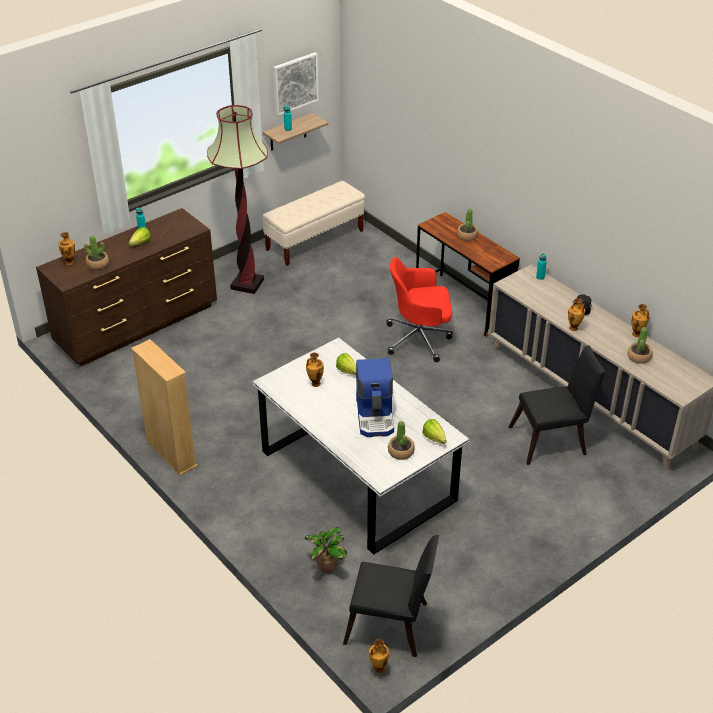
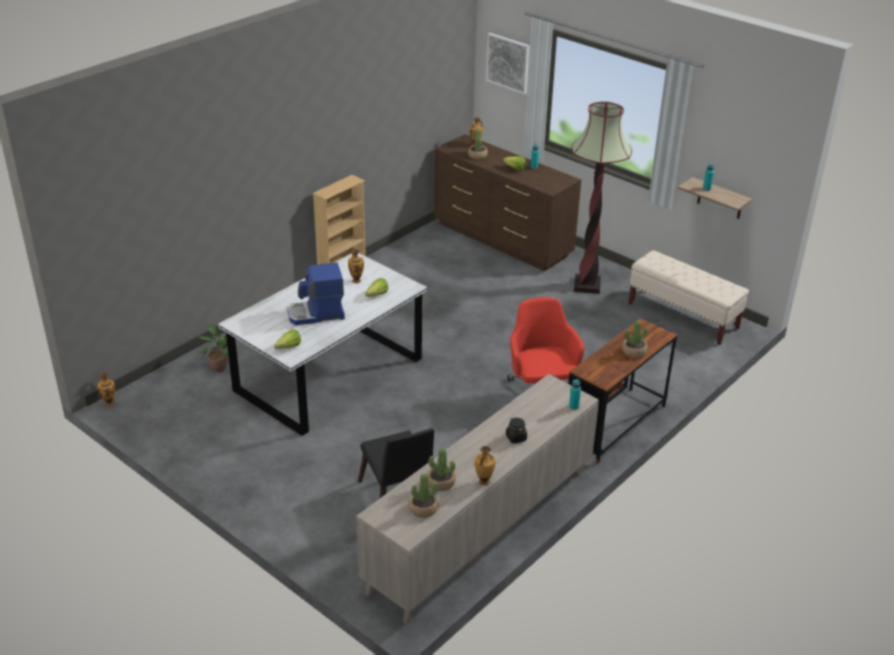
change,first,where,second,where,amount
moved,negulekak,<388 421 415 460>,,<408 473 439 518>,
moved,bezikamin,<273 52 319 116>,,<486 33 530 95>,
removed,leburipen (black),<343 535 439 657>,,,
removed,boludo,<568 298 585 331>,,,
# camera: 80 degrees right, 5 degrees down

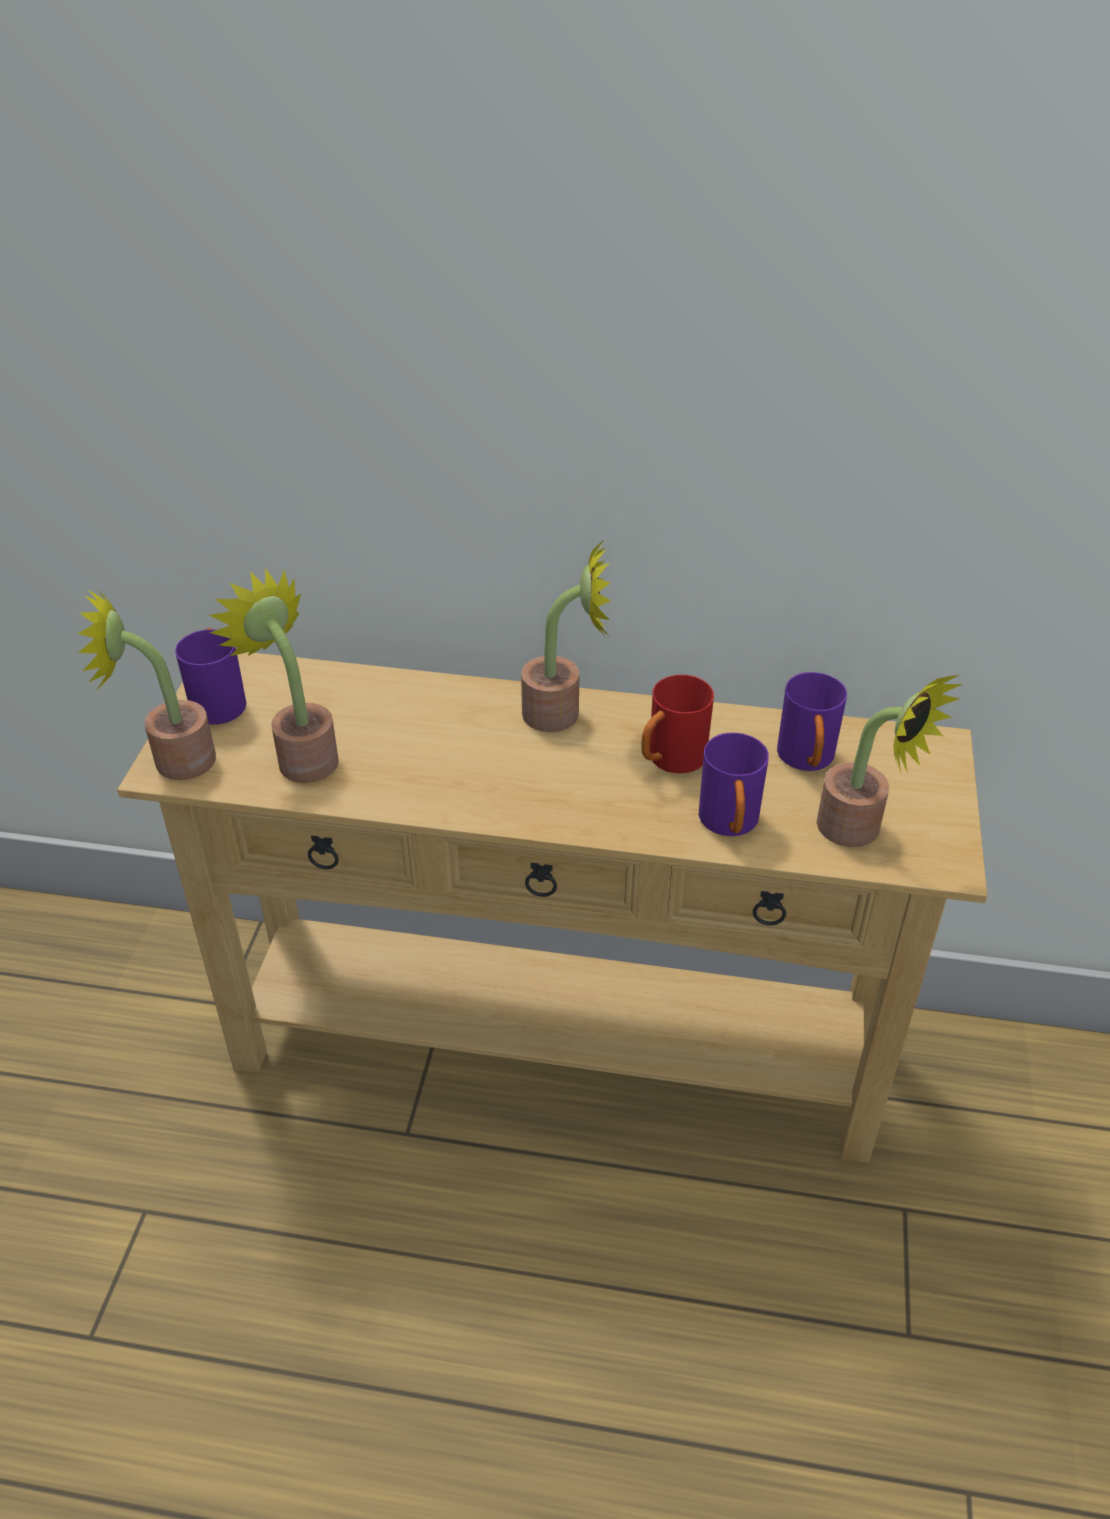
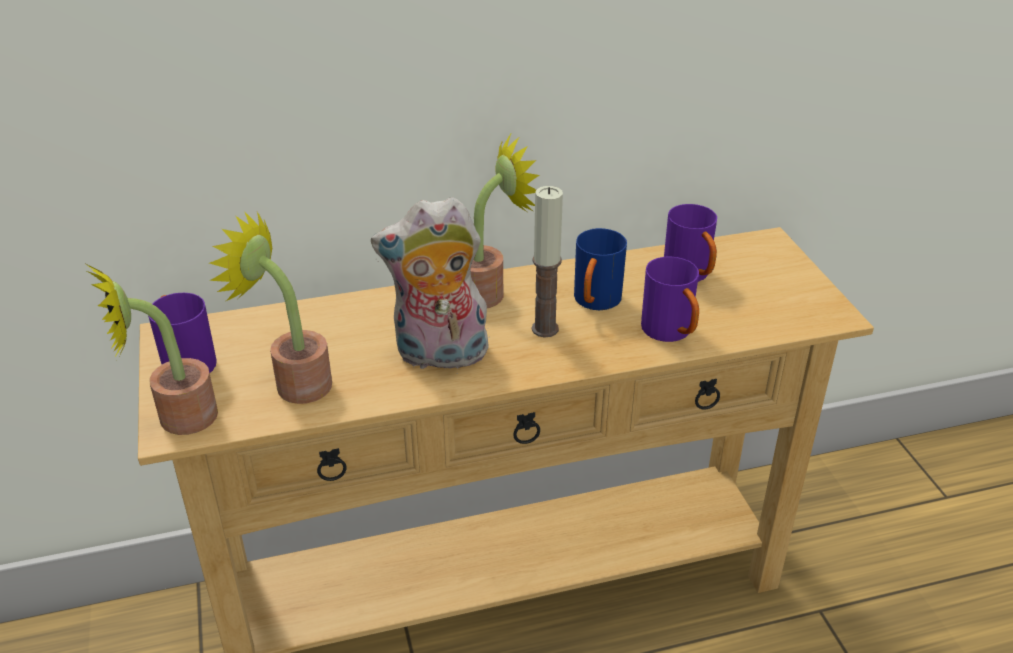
change,first,where,second,where,amount
added,,,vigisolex,<371 197 489 369>,
added,,,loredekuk,<532 186 563 338>,
recoloured,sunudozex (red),<641 675 714 773>,sunudozex (blue),<574 228 627 310>,
removed,negulekak,<817 675 963 847>,,,
# camera: 25 degrees left, 5 degrees down

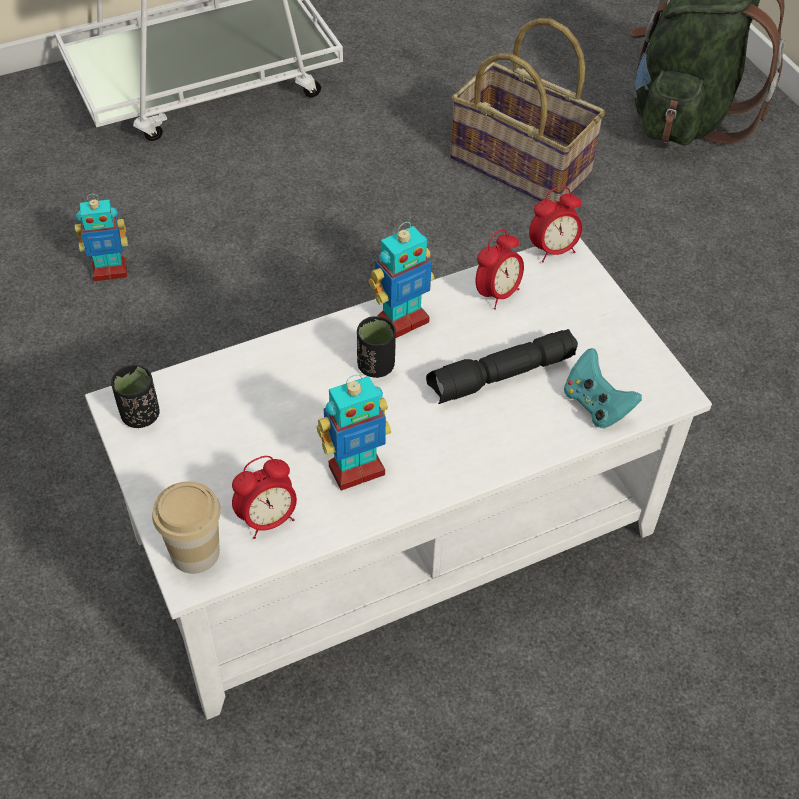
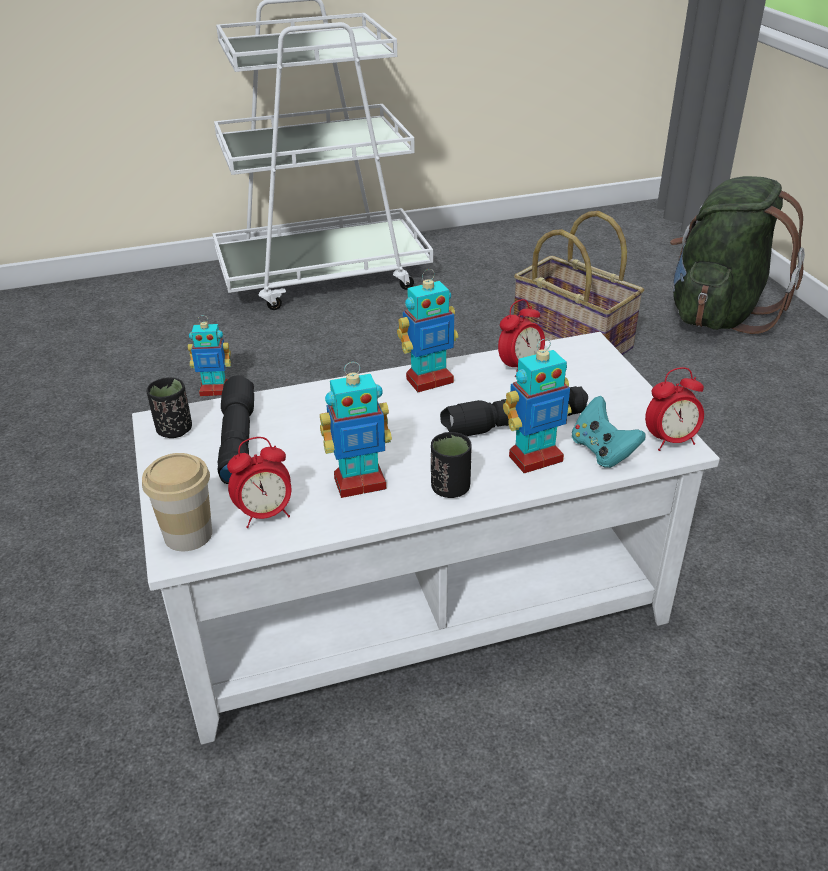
change,first,where,second,where,amount
added,,,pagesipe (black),<218 375 254 484>,
moved,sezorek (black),<357 316 396 378>,,<431 432 472 498>,
added,,,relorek,<503 339 572 473>,
moved,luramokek,<529 186 582 262>,,<645 367 704 451>,
# camera: 10 degrees right, 15 degrees down

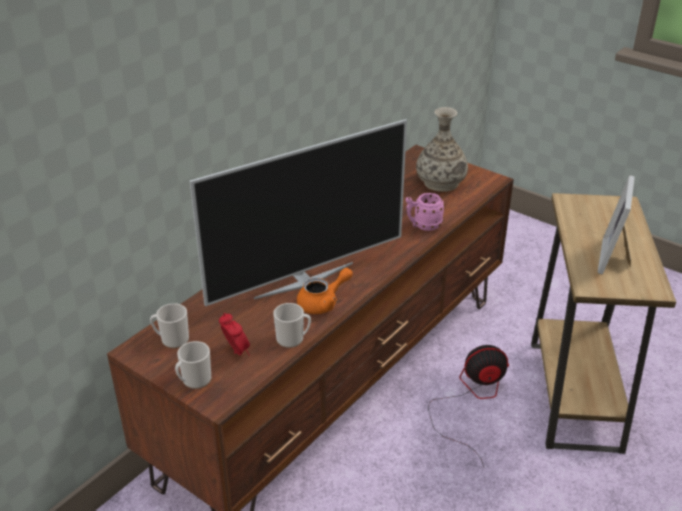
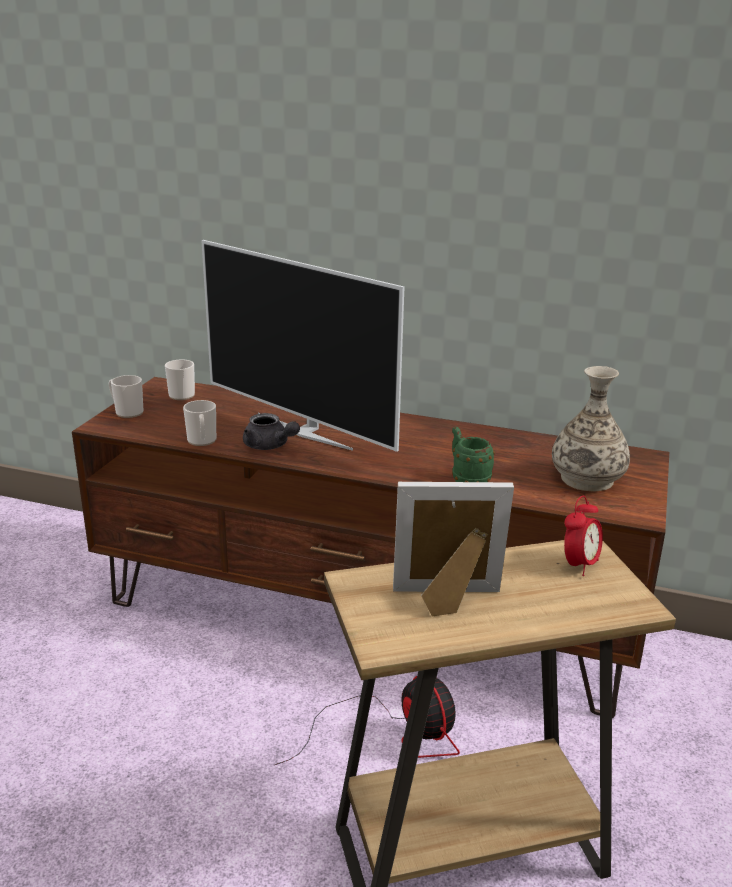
change,first,where,second,where,amount
recoloured,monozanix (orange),<297 268 353 314>,monozanix (grey),<243 413 300 450>,
recoloured,sunudozex (pink),<406 193 445 231>,sunudozex (green),<452 427 495 482>,
moved,luramokek,<219 313 250 356>,,<564 496 603 576>,
# camera: 70 degrees right, 10 degrees down

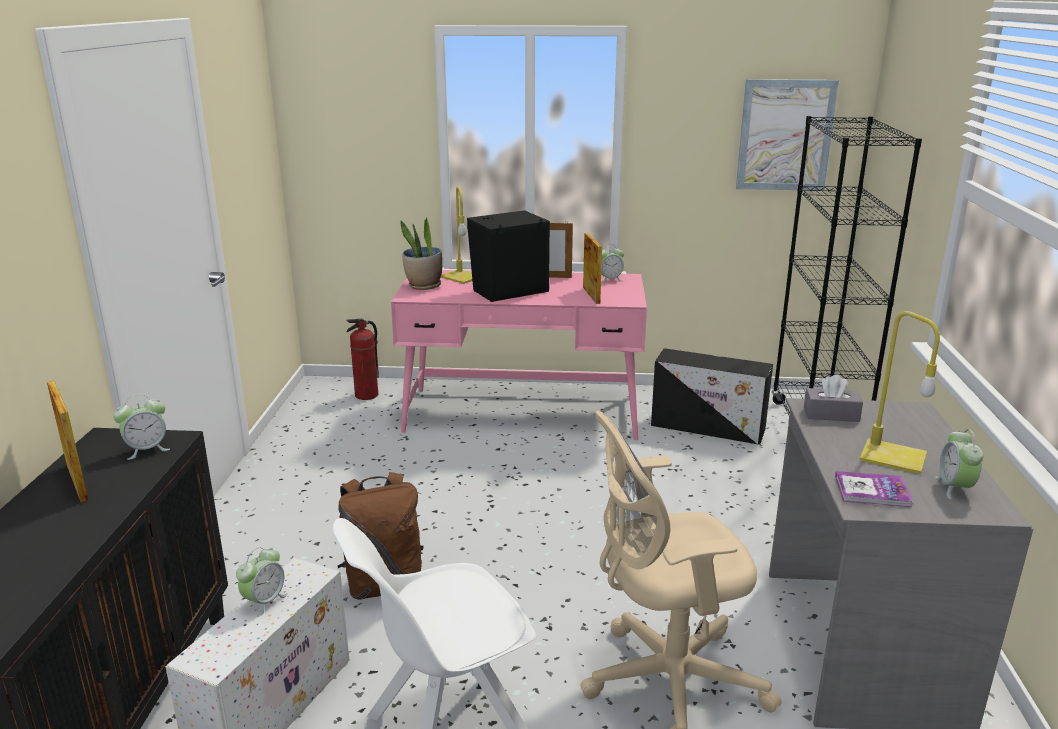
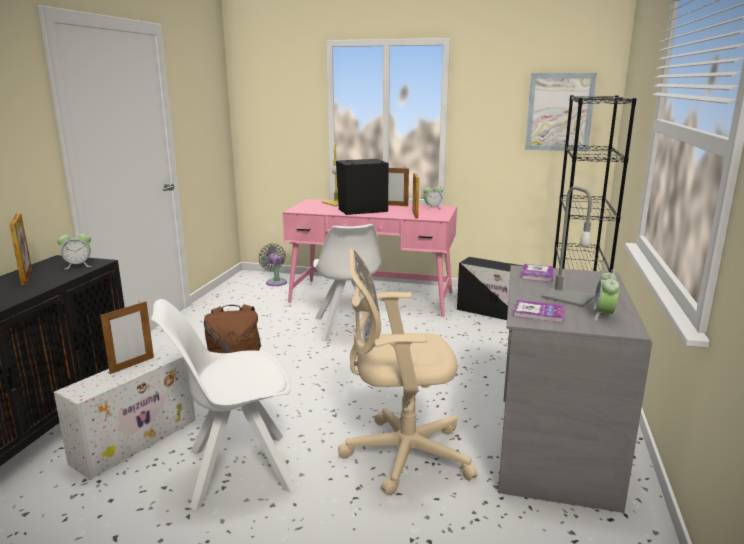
change,first,where,second,where,amount
replaced,luramokek,<236 547 288 617>,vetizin,<100 301 154 374>,
replaced,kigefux,<346 319 379 400>,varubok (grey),<259 244 287 286>,
added,,,leburipen (white),<313 224 383 342>,
replaced,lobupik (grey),<804 374 863 422>,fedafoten,<521 264 554 282>,
recoloured,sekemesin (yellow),<860 311 940 475>,sekemesin (grey),<541 186 595 307>,
removed,negulekak,<400 218 442 290>,,,
# camera: 10 degrees right, 5 degrees down

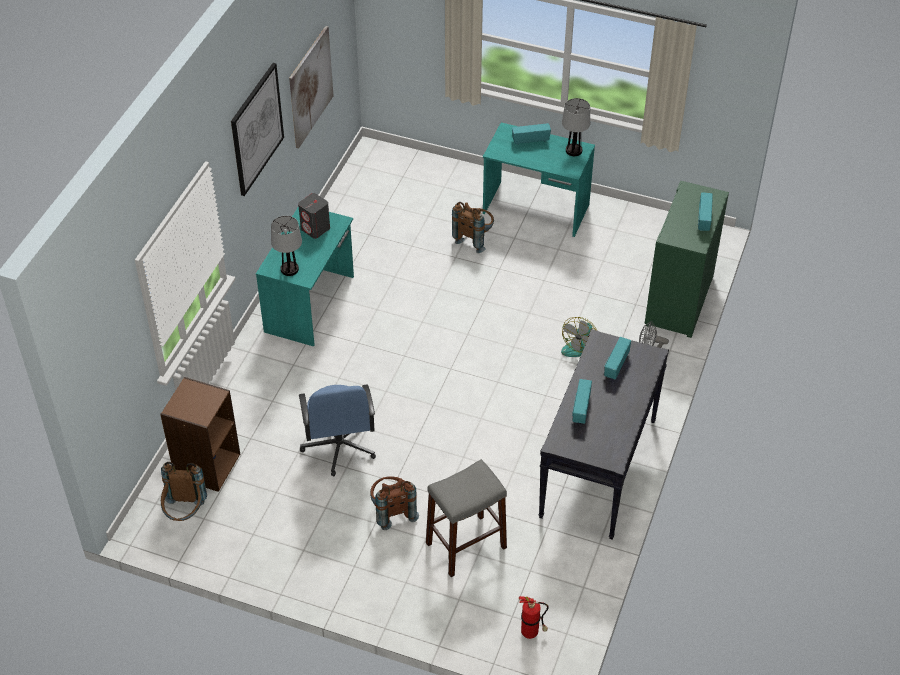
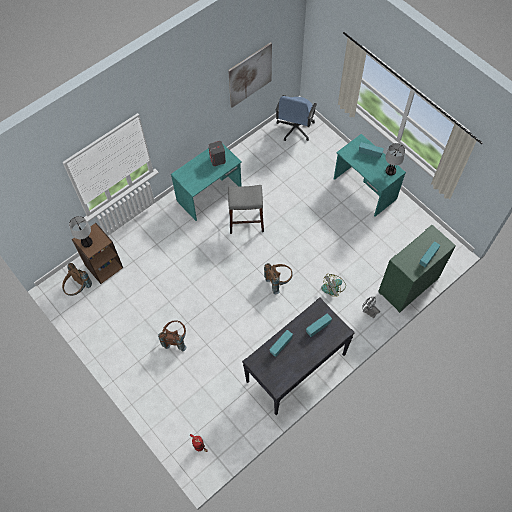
change,first,where,second,where,amount
moved,sekemesin,<271 216 302 276>,,<69 216 93 247>,
moved,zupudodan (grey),<426 459 507 577>,,<228 185 264 234>,
moved,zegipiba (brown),<452 202 494 253>,,<264 263 293 294>,
moved,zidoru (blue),<299 385 376 476>,,<276 95 317 141>,
removed,bezikamin,<231 63 284 196>,,,
# camera: 30 degrees right, 15 degrees up

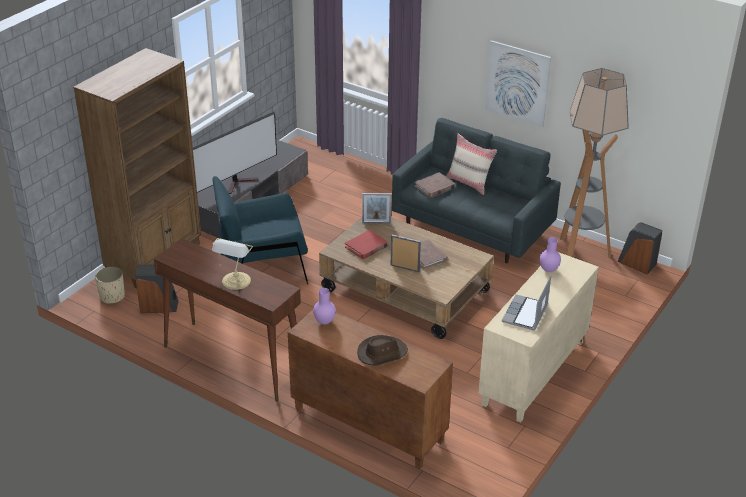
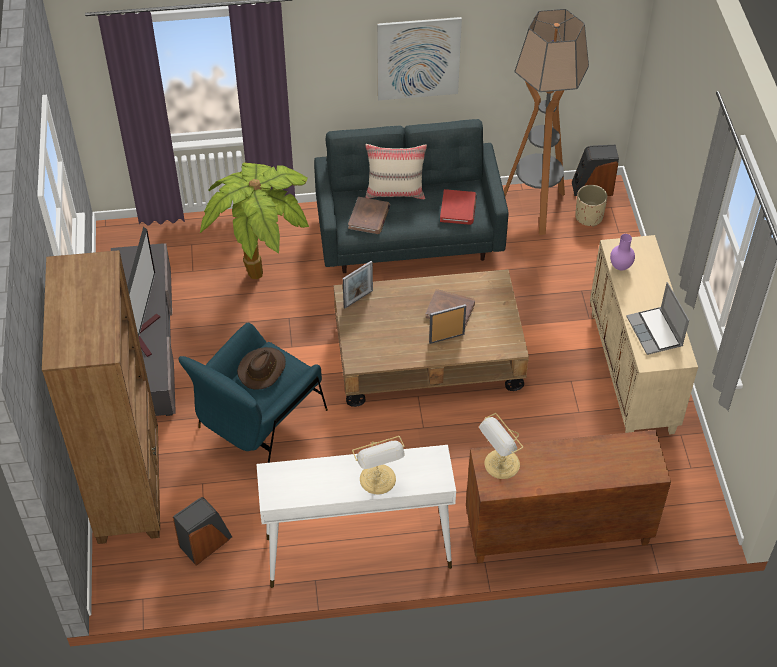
change,first,where,second,where,amount
added,,,negulekak,<200 163 309 279>,
moved,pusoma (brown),<357 335 408 366>,,<237 347 286 390>,
recoloured,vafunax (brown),<154 238 301 402>,vafunax (white),<257 445 456 588>,
moved,fedafoten (red),<345 230 389 259>,,<440 189 477 225>,
replaced,boludo (purple),<313 288 336 324>,sekemesin,<479 413 523 479>,
moved,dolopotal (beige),<95 267 125 304>,,<575 185 608 227>,
# camera: 40 degrees left, 15 degrees up

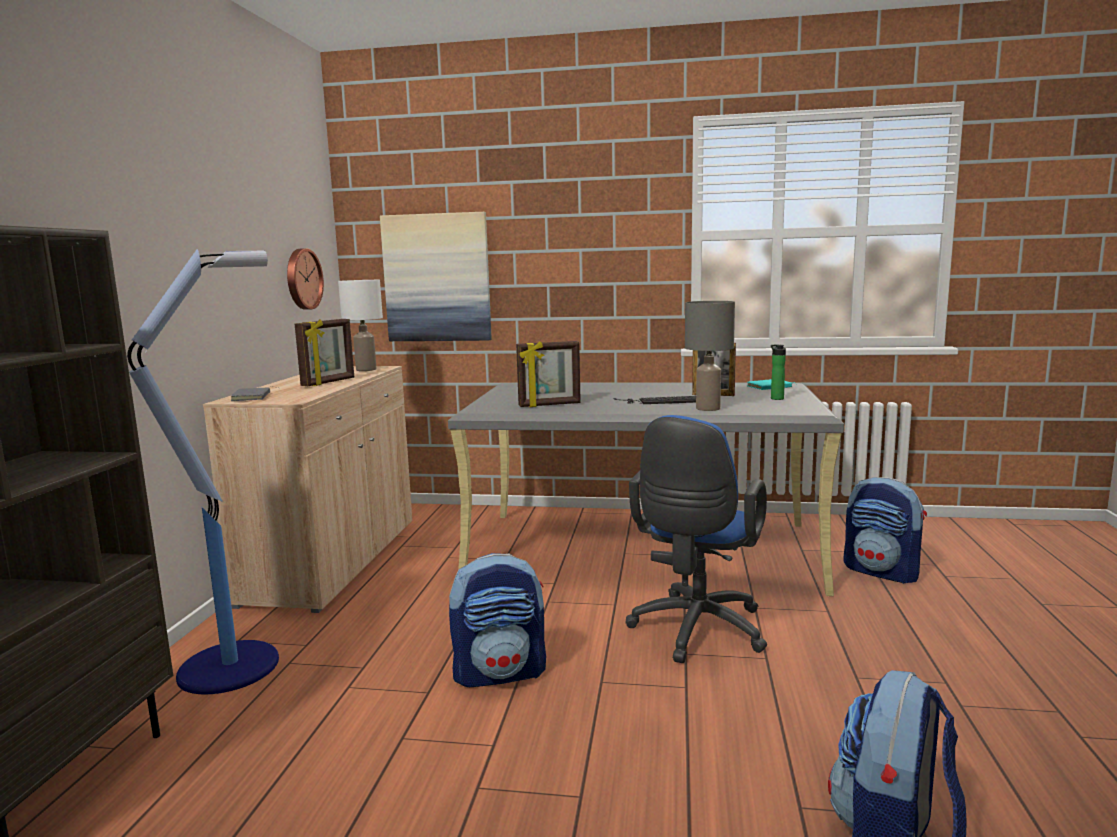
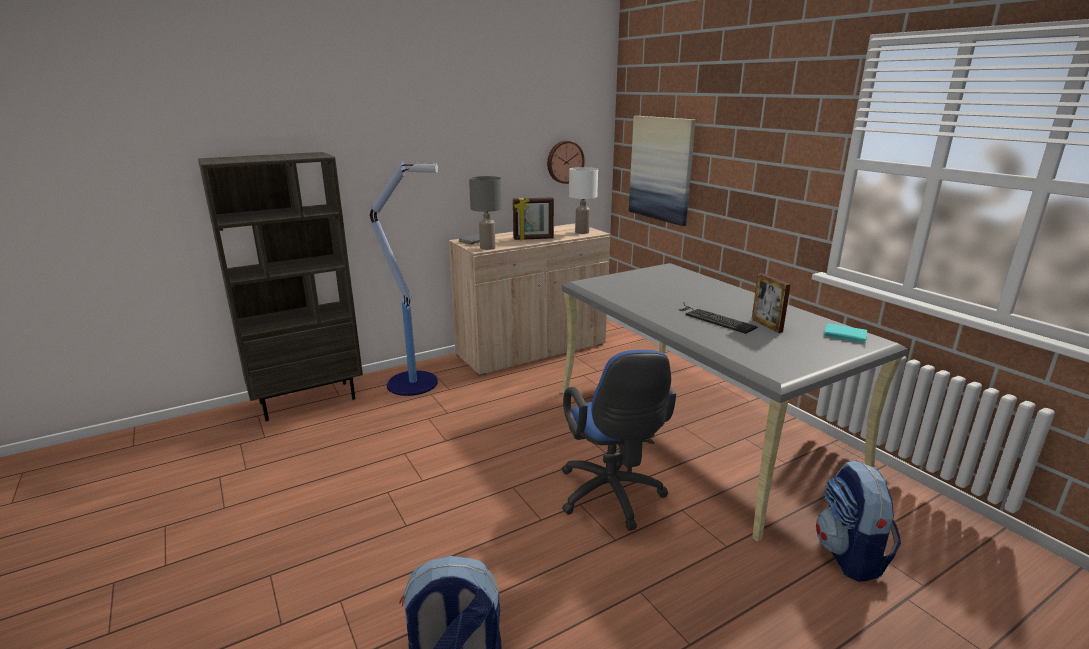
change,first,where,second,where,amount
moved,sekemesin (grey),<685 301 735 411>,,<469 176 502 250>,
turned,zidoru (blue),<626 415 767 663>,,<562 350 676 531>,90 degrees counterclockwise
removed,zegipiba,<449 553 546 687>,,,
removed,vetizin,<516 341 581 407>,,,
removed,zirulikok,<771 344 786 400>,,,
# camera: 50 degrees right, 10 degrees up

